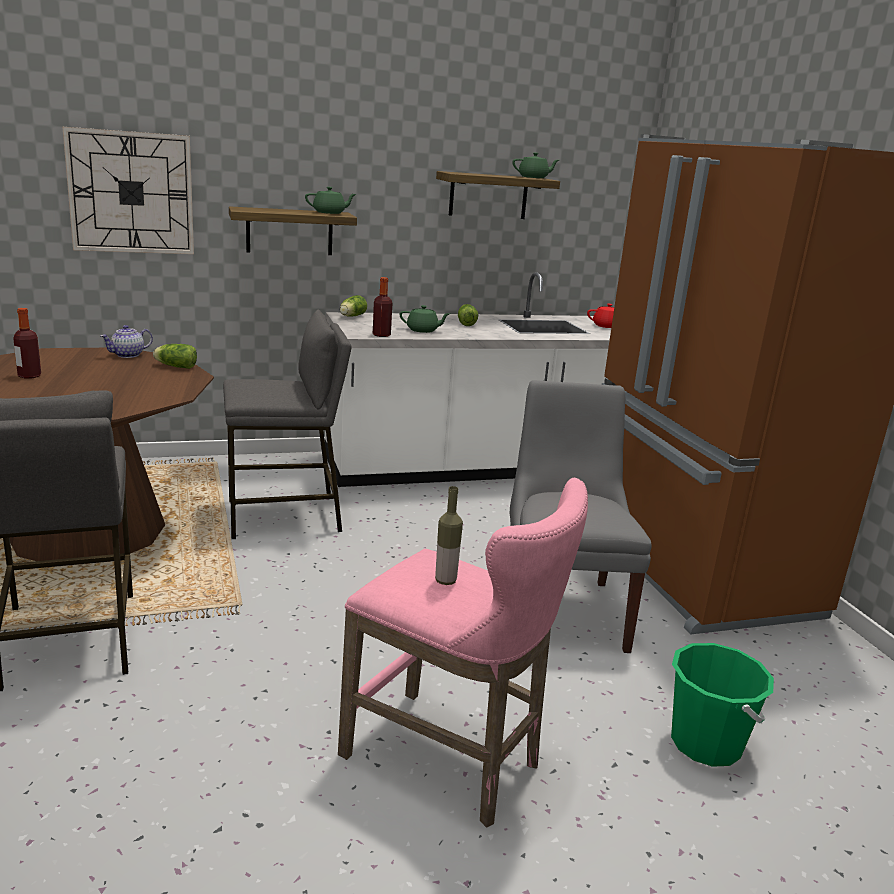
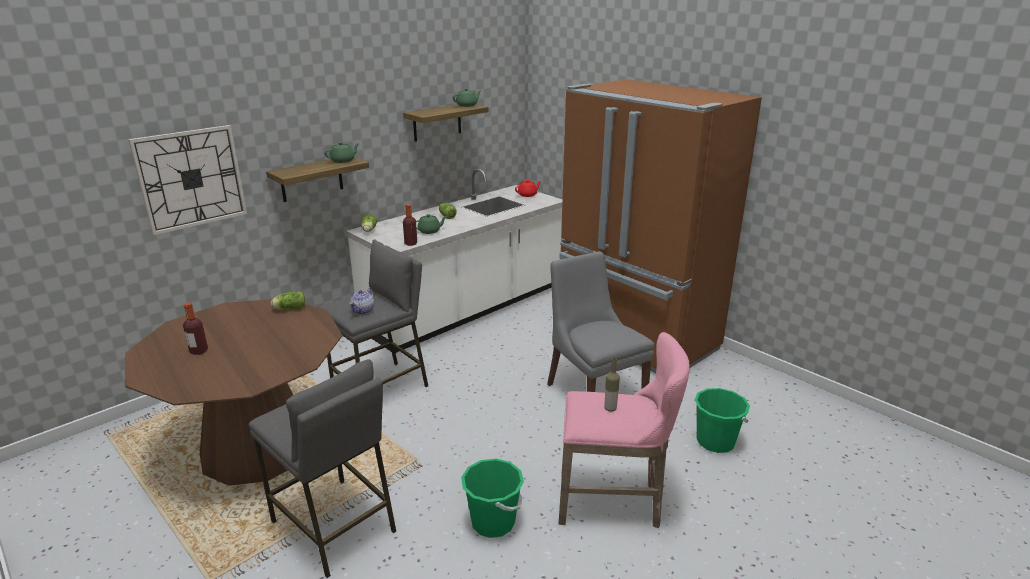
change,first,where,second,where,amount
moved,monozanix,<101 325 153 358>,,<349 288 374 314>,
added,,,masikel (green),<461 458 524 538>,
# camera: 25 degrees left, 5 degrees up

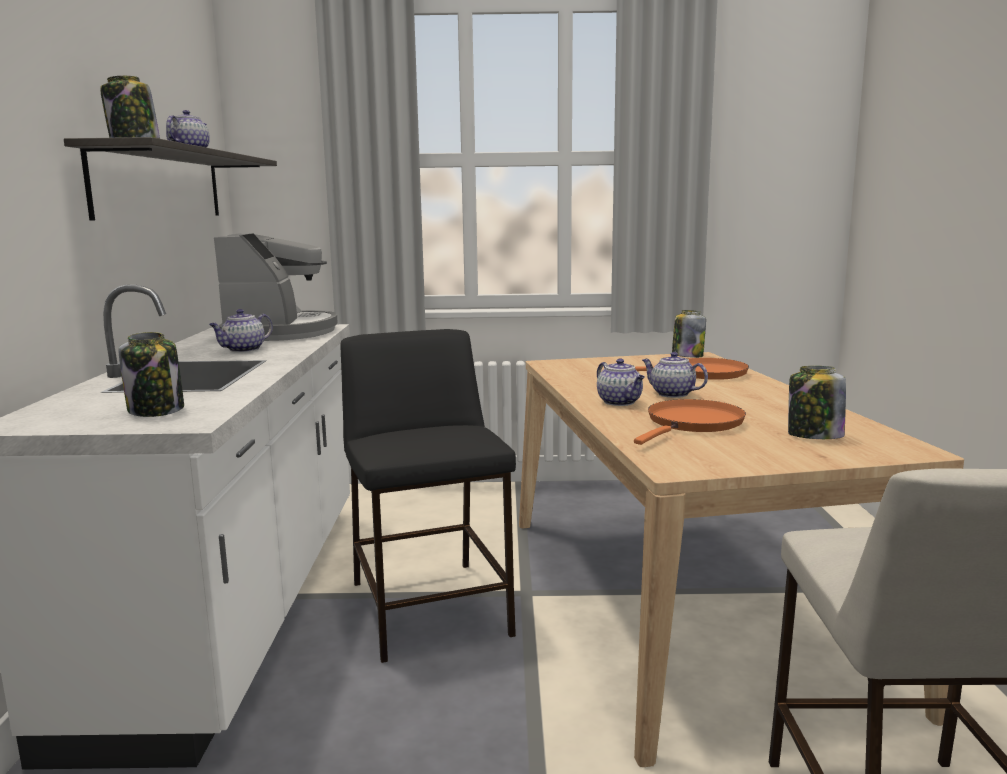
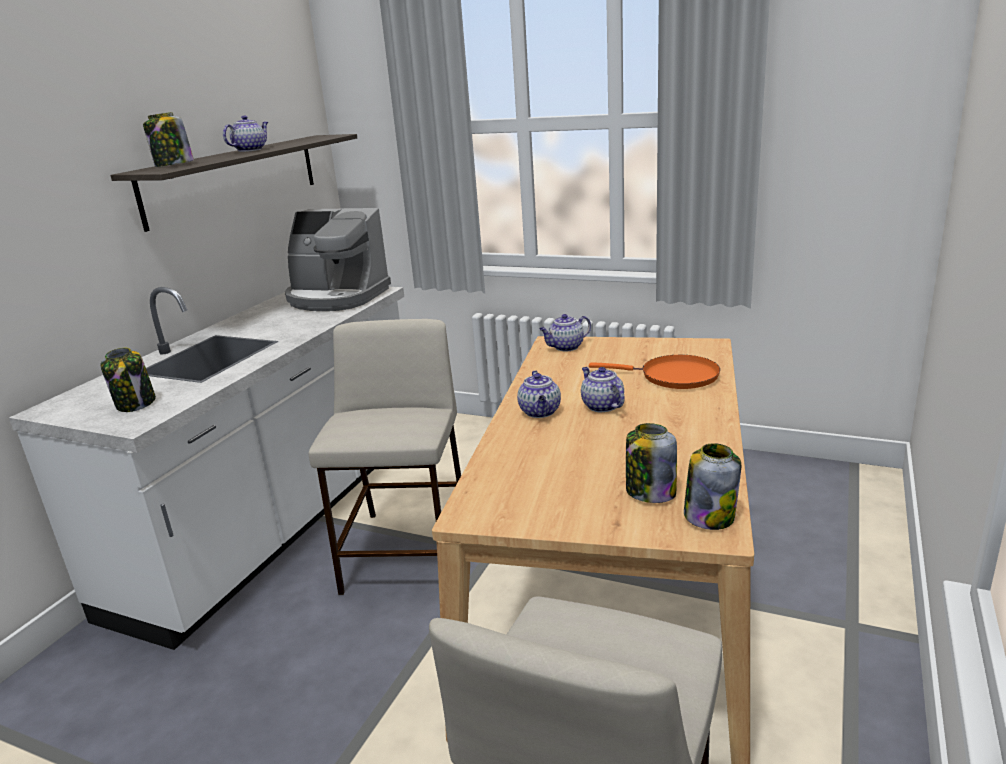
change,first,where,second,where,amount
turned,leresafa,<214 233 338 341>,,<285 208 391 311>,90 degrees clockwise
recoloured,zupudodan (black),<340 329 516 663>,zupudodan (beige),<309 319 461 595>,
moved,monozanix,<209 309 273 352>,,<539 314 591 351>,
moved,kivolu,<672 310 706 358>,,<684 443 741 530>,
removed,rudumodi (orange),<634 399 746 445>,,,
# camera: 25 degrees right, 10 degrees up

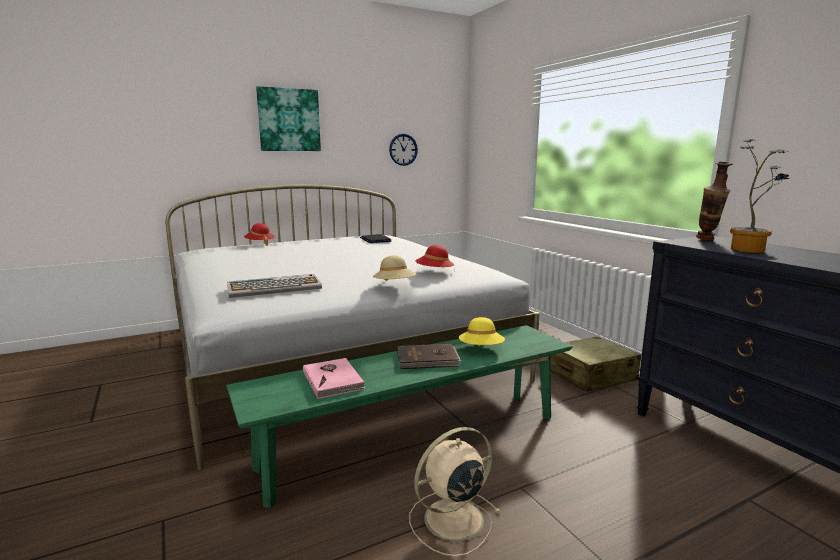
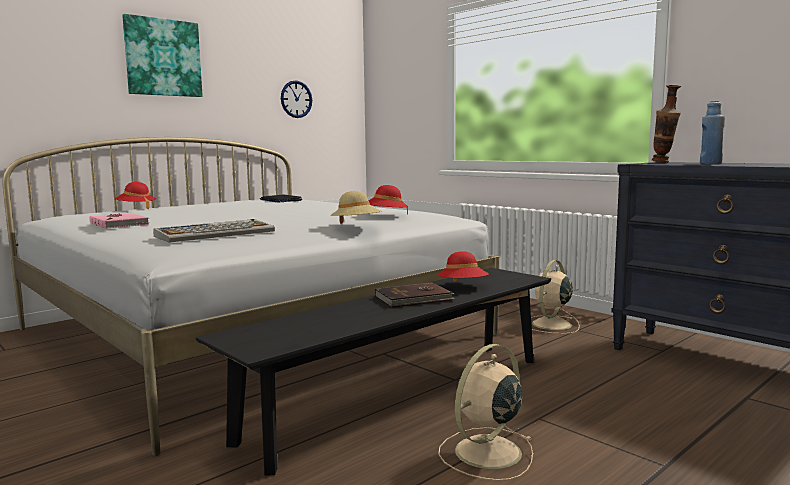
change,first,where,second,where,amount
moved,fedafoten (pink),<303 358 365 399>,,<90 213 149 229>,
recoloured,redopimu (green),<226 325 573 508>,redopimu (black),<196 268 551 476>,
recoloured,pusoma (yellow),<459 317 505 345>,pusoma (red),<437 251 489 282>,
replaced,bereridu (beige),<550 337 641 392>,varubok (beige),<531 260 580 334>,
replaced,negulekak,<730 139 789 253>,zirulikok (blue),<700 101 725 164>,
# camera: 15 degrees left, 5 degrees down

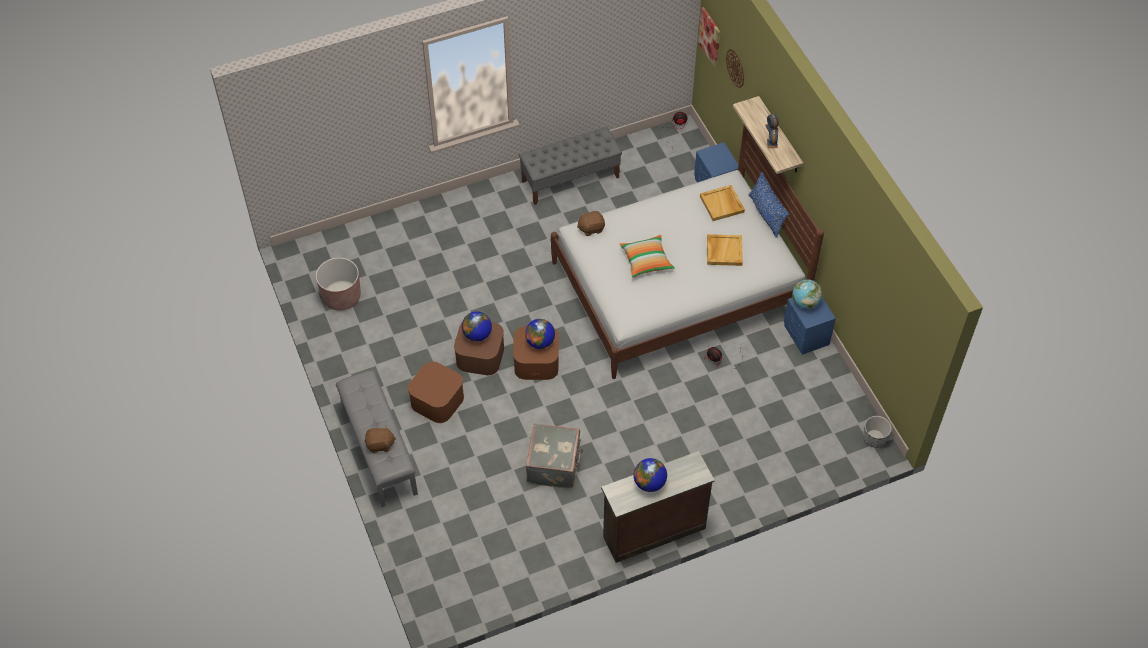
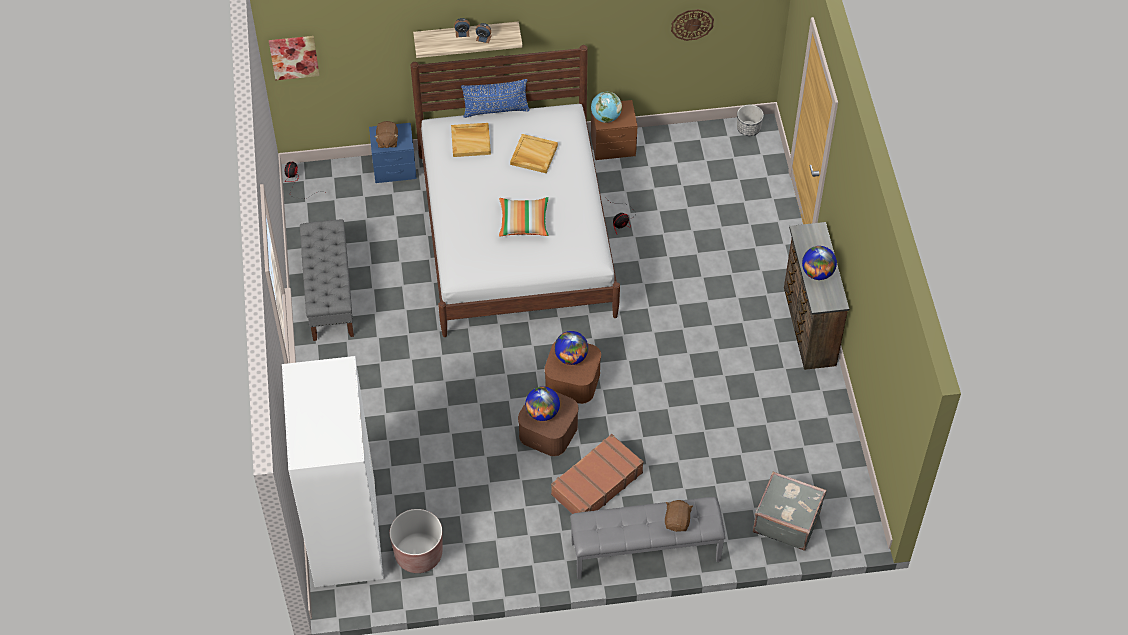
change,first,where,second,where,amount
added,,,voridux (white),<282 356 384 587>,
moved,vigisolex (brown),<577 211 605 236>,,<374 121 398 148>,
replaced,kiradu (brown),<408 362 464 423>,bereridu (brown),<551 434 644 514>,
recoloured,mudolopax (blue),<784 297 836 355>,mudolopax (brown),<591 100 637 160>,
moved,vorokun,<726 49 744 88>,,<671 9 714 41>,
moved,bereridu (grey),<526 423 583 488>,,<753 471 826 551>,
# camera: 75 degrees left, 0 degrees up

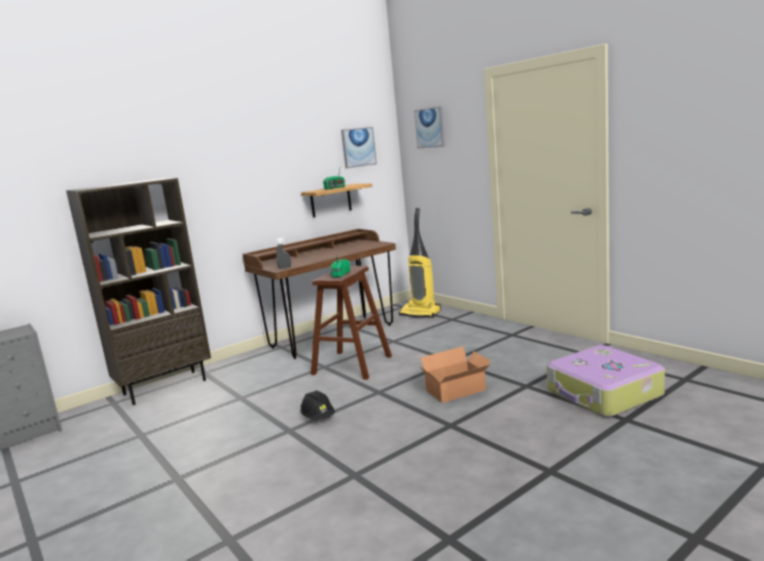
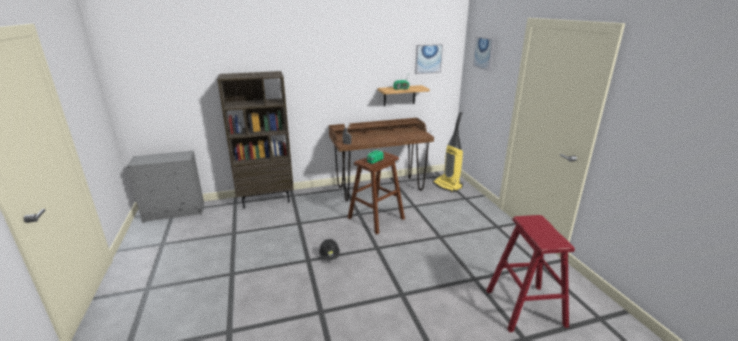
change,first,where,second,where,amount
replaced,bereridu,<547 345 665 417>,zupudodan (red),<486 215 575 332>,
removed,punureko,<418 347 491 403>,,,
# camera: 20 degrees right, 10 degrees up

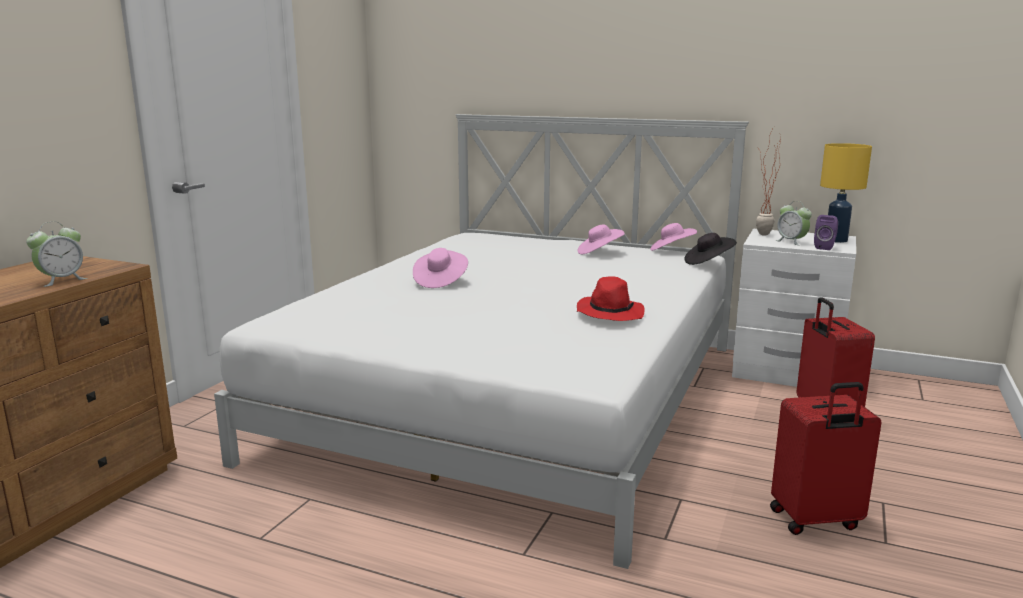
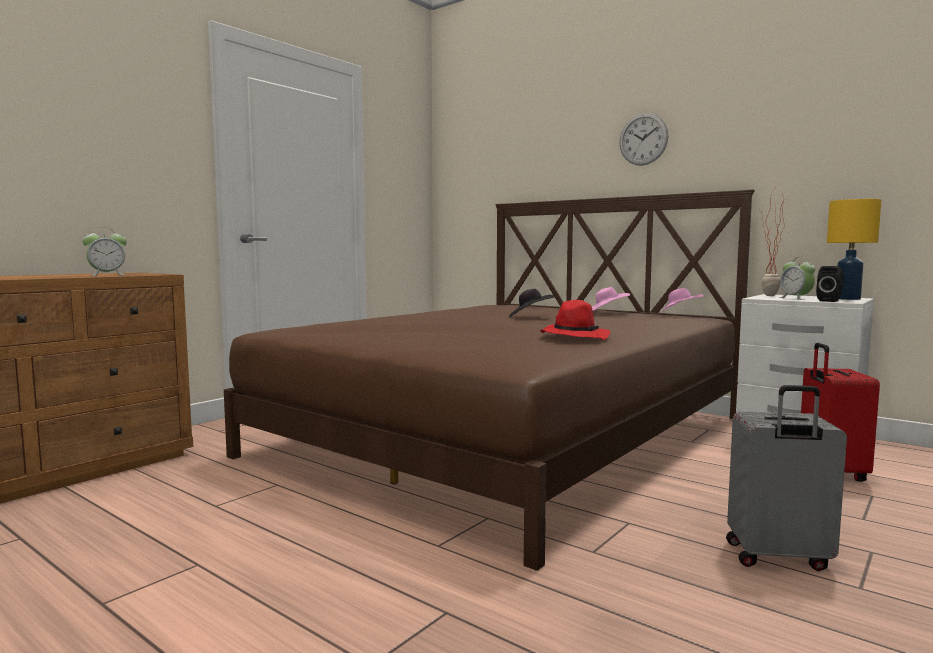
change,first,where,second,where,amount
recoloured,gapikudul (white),<214 114 749 569>,gapikudul (brown),<224 190 755 571>,
moved,pusoma (black),<684 233 737 265>,,<509 289 554 317>,
added,,,vorokun,<619 113 669 166>,
recoloured,bereridu (red),<770 382 882 535>,bereridu (grey),<726 385 847 571>,
recoloured,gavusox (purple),<814 215 838 250>,gavusox (black),<816 266 844 302>,
removed,pusoma (pink),<413 248 468 288>,,,
# camera: 15 degrees right, 10 degrees down

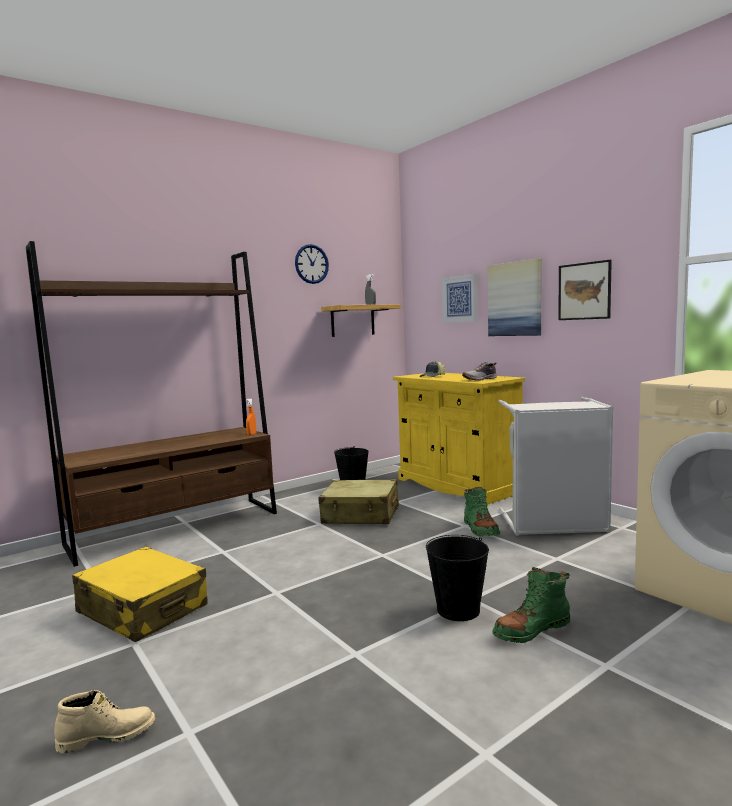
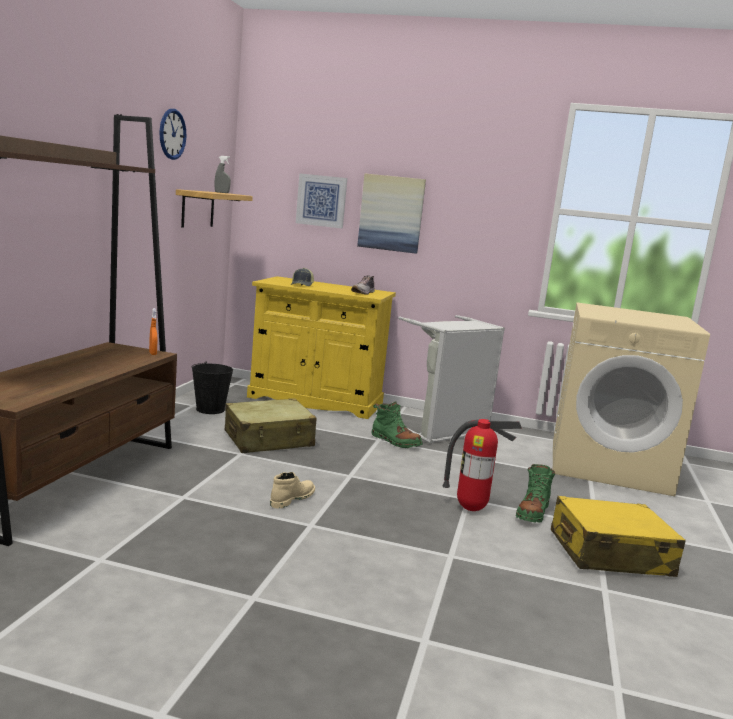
change,first,where,second,where,amount
moved,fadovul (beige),<54 690 155 753>,,<270 472 315 509>,
replaced,masikel (black),<426 535 489 621>,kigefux,<442 419 522 511>,
moved,bereridu (yellow),<72 546 207 642>,,<551 496 686 577>,
removed,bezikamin,<558 260 612 320>,,,
# camera: 40 degrees left, 5 degrees up

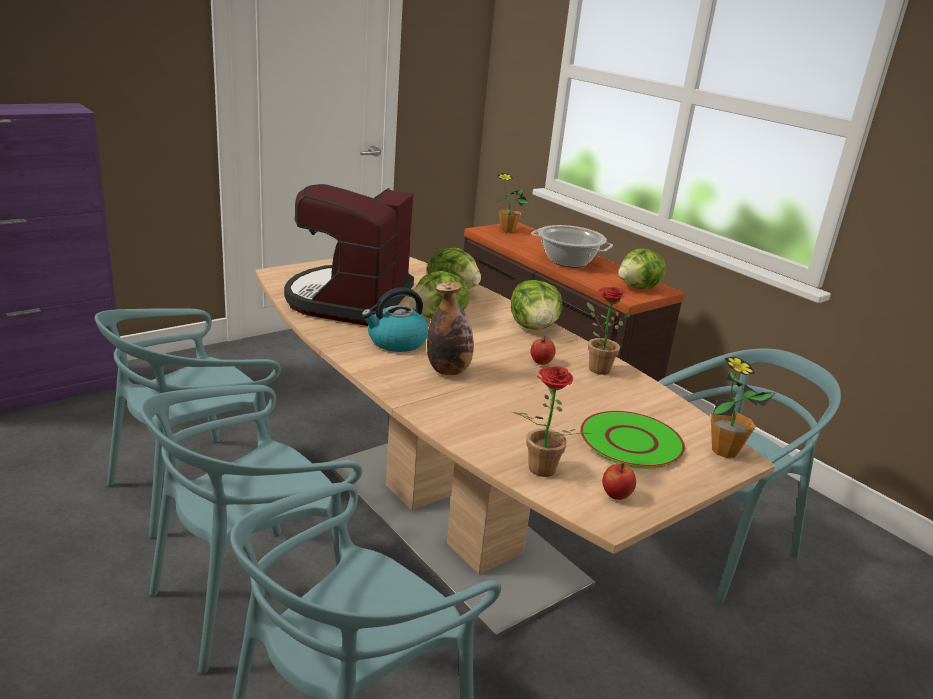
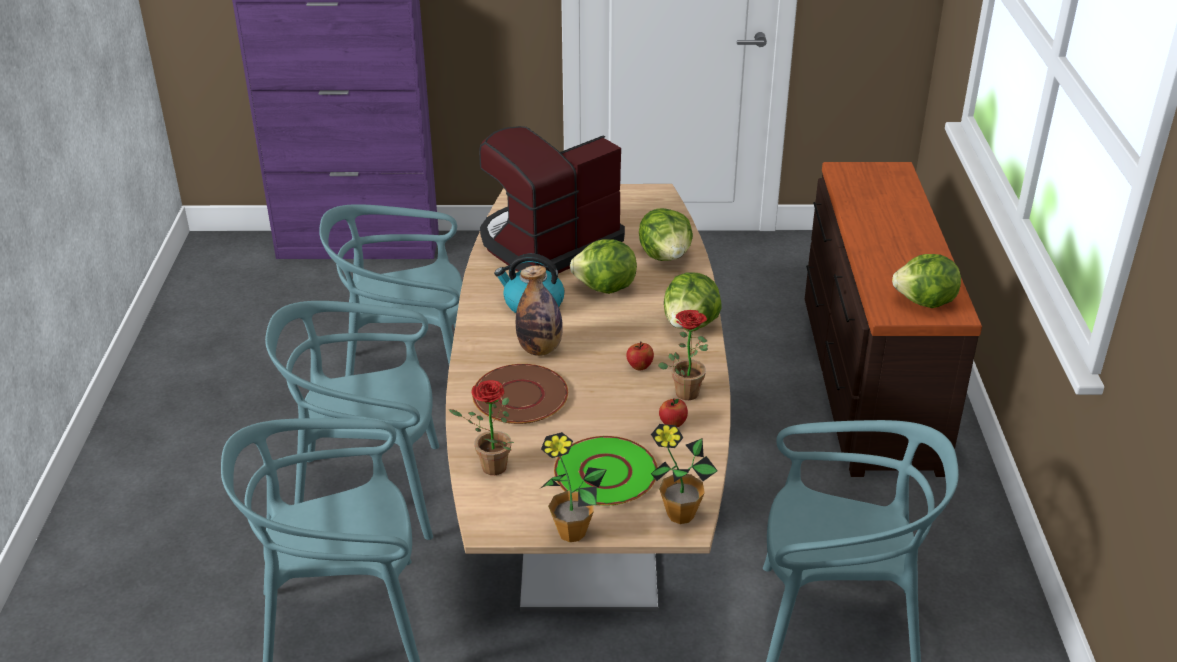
change,first,where,second,where,amount
added,,,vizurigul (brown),<472 364 568 424>,
moved,negulekak,<496 173 529 233>,,<541 432 607 542>,
moved,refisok,<602 463 636 500>,,<659 398 688 427>,
removed,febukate,<531 225 613 267>,,,
# camera: 40 degrees right, 10 degrees up

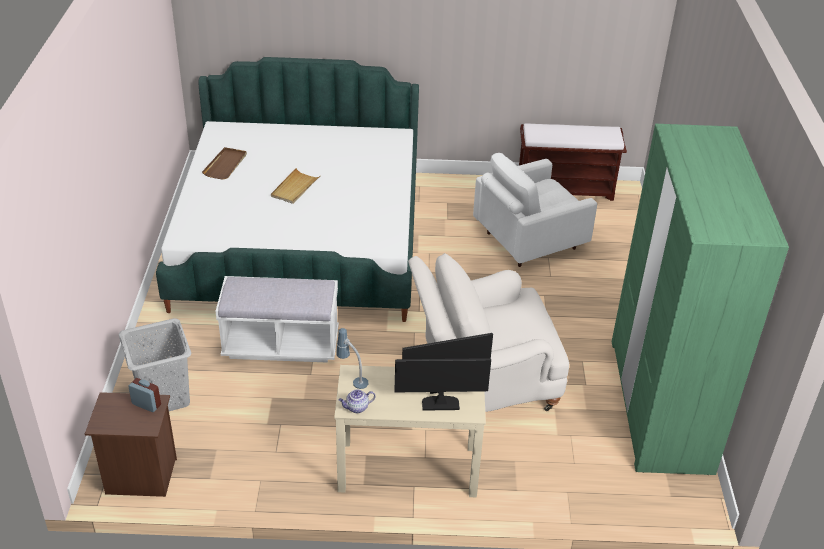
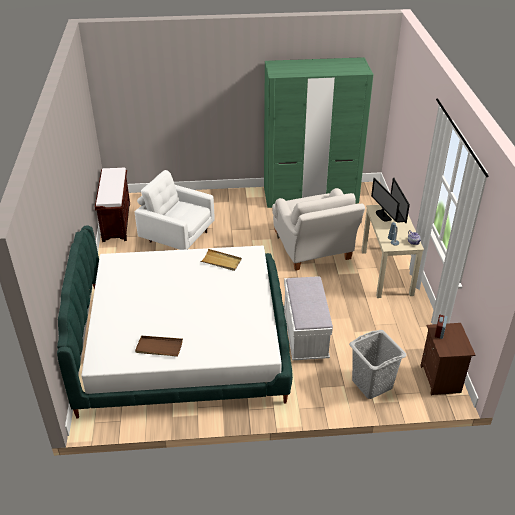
change,first,where,second,where,amount
turned,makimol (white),<473 153 597 267>,,<135 170 215 250>,150 degrees clockwise
moved,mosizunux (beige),<271 168 321 204>,,<200 249 242 271>,
# camera: 95 degrees left, 0 degrees up

